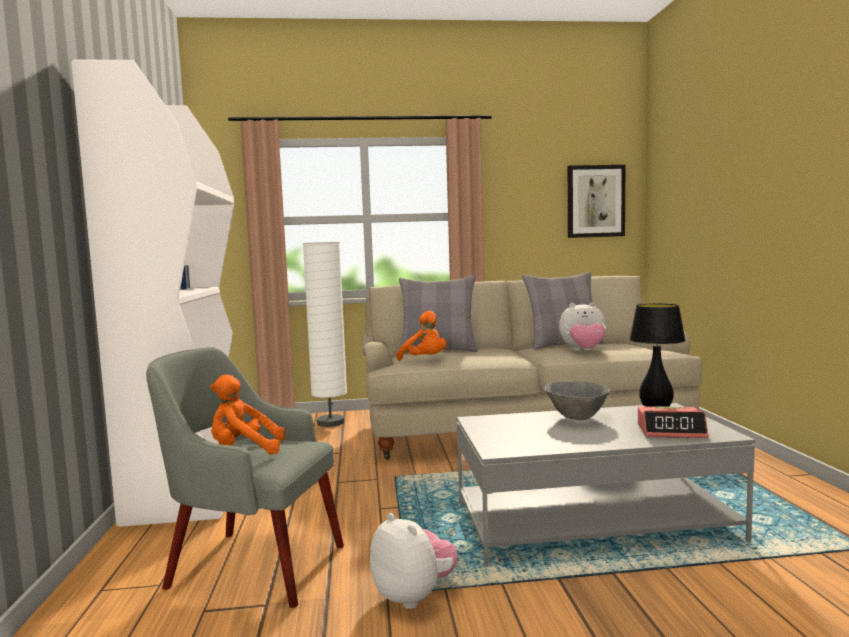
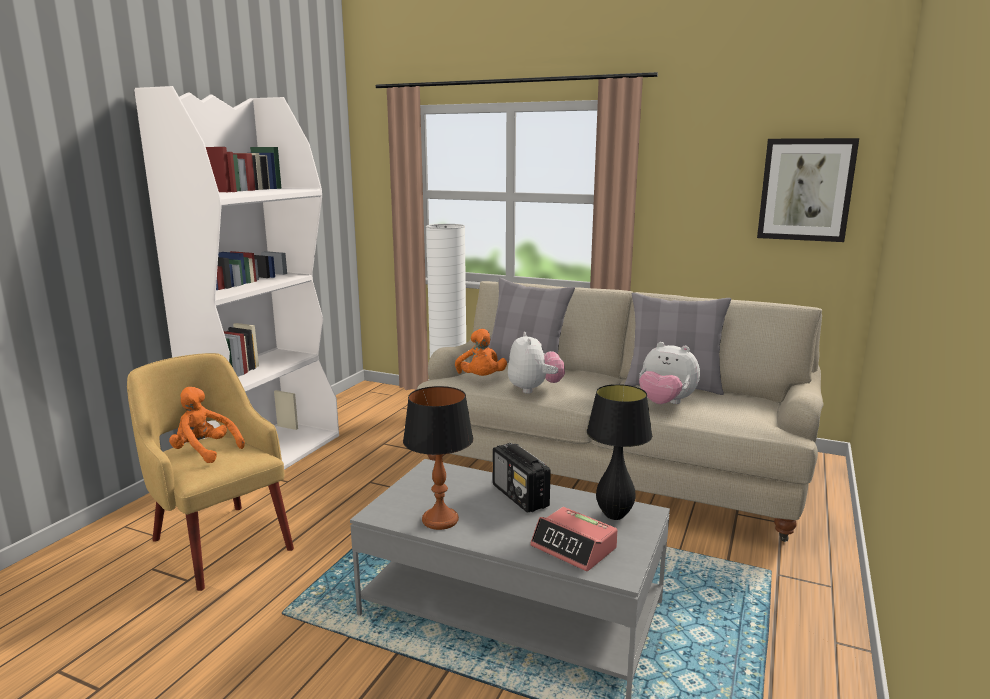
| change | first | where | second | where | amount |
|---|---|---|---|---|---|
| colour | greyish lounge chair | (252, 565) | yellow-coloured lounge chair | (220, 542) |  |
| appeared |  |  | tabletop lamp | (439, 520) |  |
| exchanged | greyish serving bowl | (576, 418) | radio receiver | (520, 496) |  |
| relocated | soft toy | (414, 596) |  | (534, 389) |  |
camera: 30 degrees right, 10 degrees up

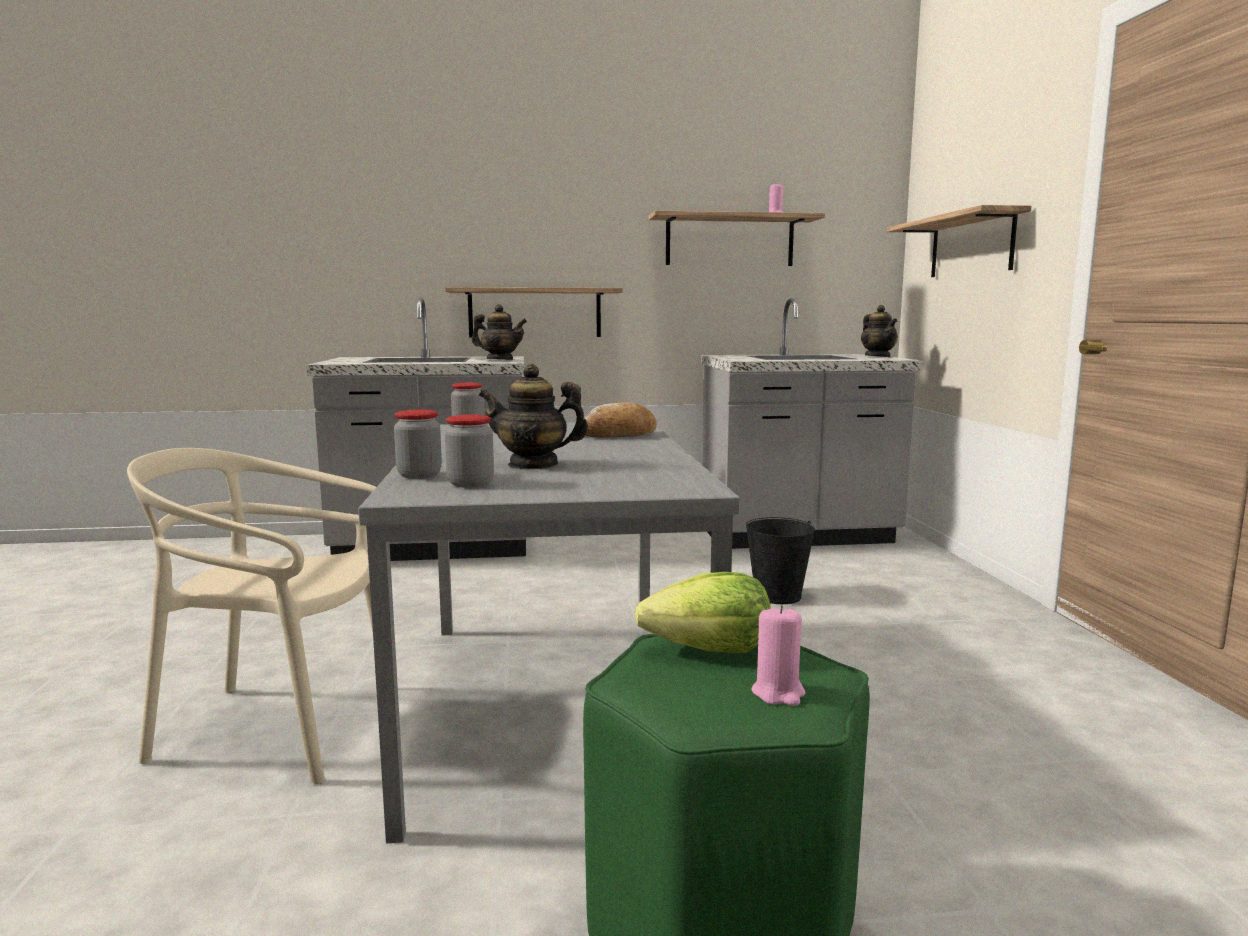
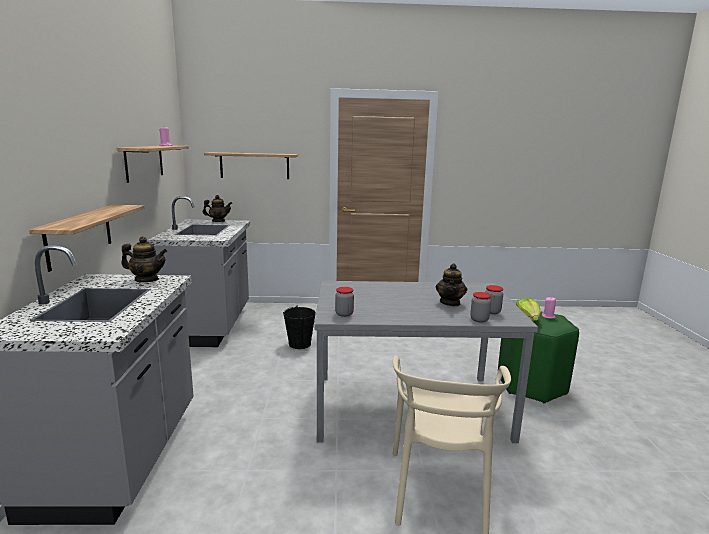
| change | first | where | second | where | amount |
|---|---|---|---|---|---|
| spun | tea pot | (500, 360) |  | (146, 280) | 75 degrees clockwise |
| missing | baked bread | (618, 435) |  |  |  |
camera: 85 degrees left, 5 degrees up

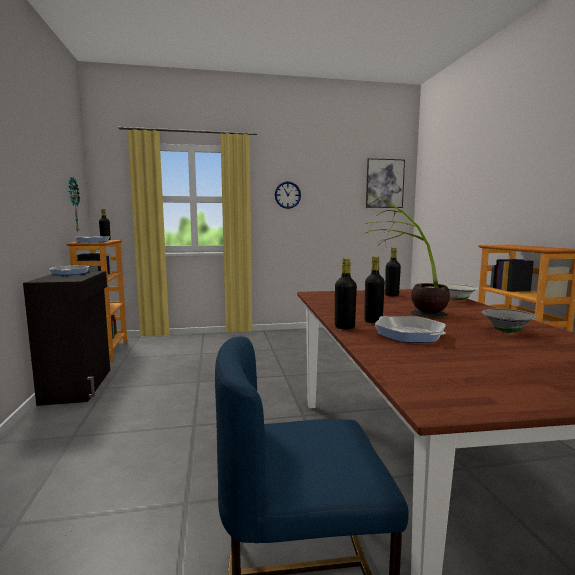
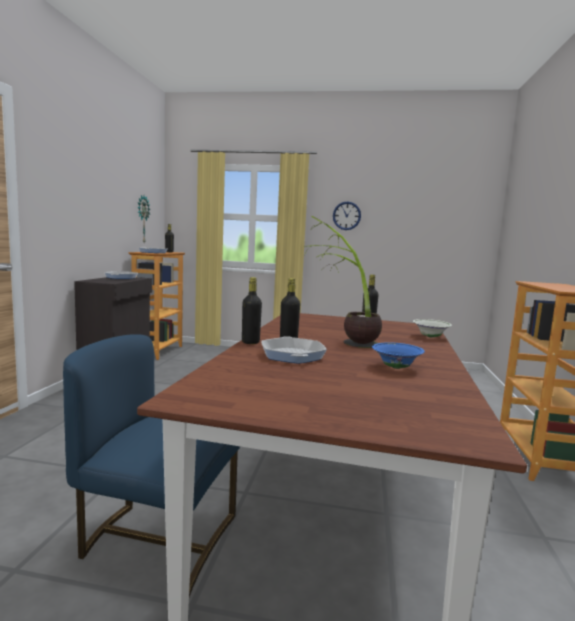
| change | first | where | second | where | amount |
|---|---|---|---|---|---|
| colour | greyish serving bowl | (507, 332) | bluish serving bowl | (396, 367) |  |
| missing | wall art | (384, 183) |  |  |  |
camera: 20 degrees right, 0 degrees up

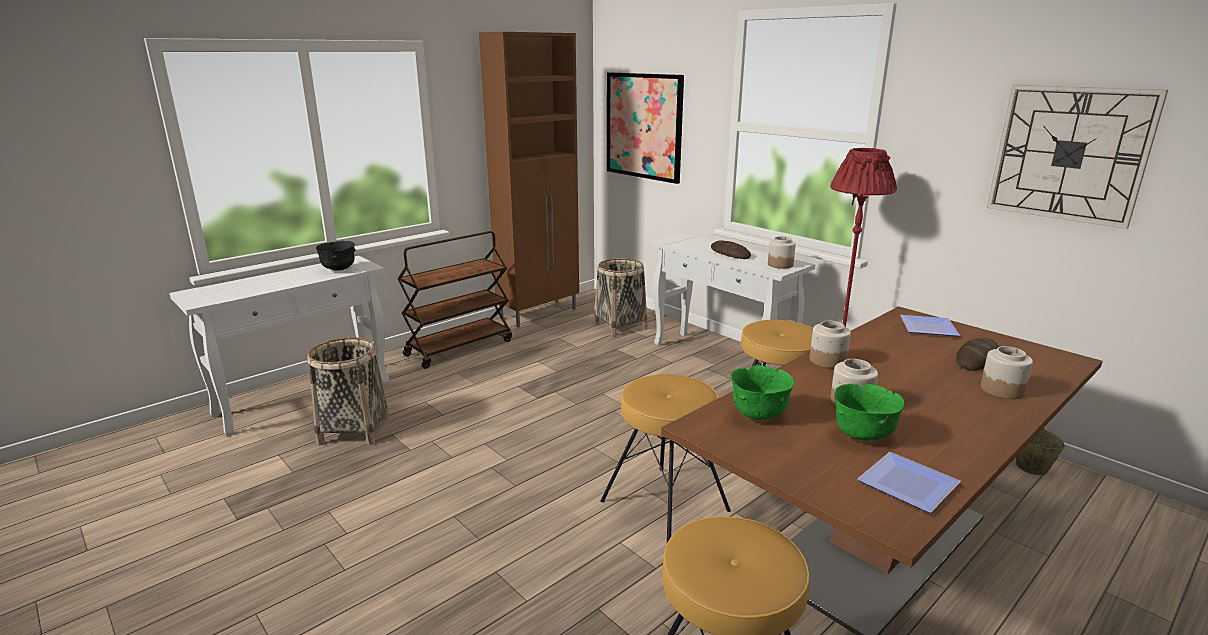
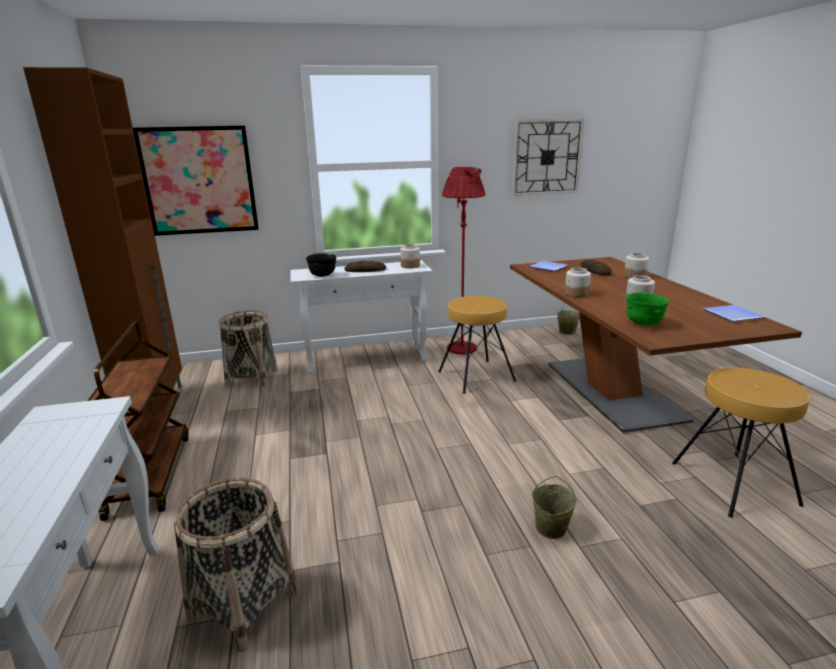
| change | first | where | second | where | amount |
|---|---|---|---|---|---|
| relocated | blackish serving bowl | (339, 269) |  | (322, 276) |  |
| appeared |  |  | beige-coloured bucket | (550, 528) |  |
| missing | brownish stool | (665, 505) |  |  |  |
| missing | green serving bowl | (862, 435) |  |  |  |
camera: 60 degrees left, 0 degrees up

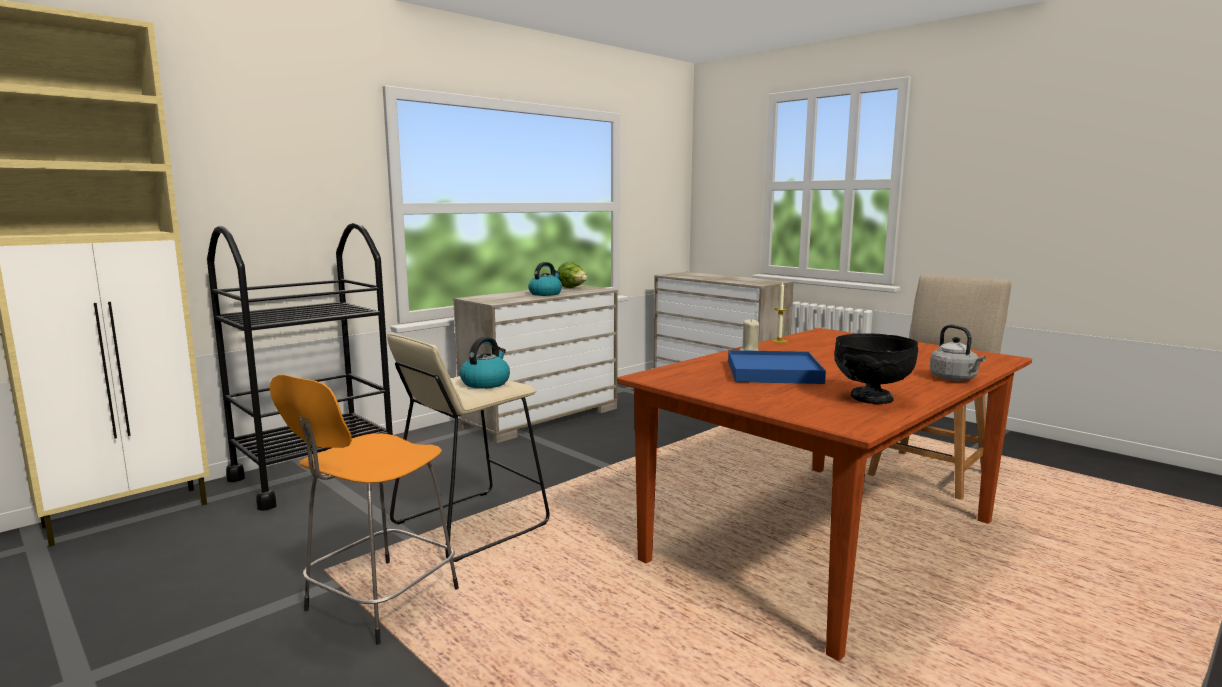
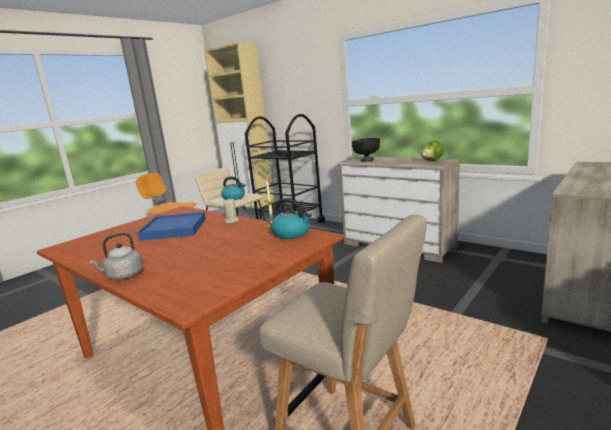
| change | first | where | second | where | amount |
|---|---|---|---|---|---|
| relocated | water kettle | (545, 294) |  | (292, 234) |  |
| relocated | blackish serving bowl | (870, 398) |  | (366, 160) |  |
camera: 85 degrees right, 5 degrees up

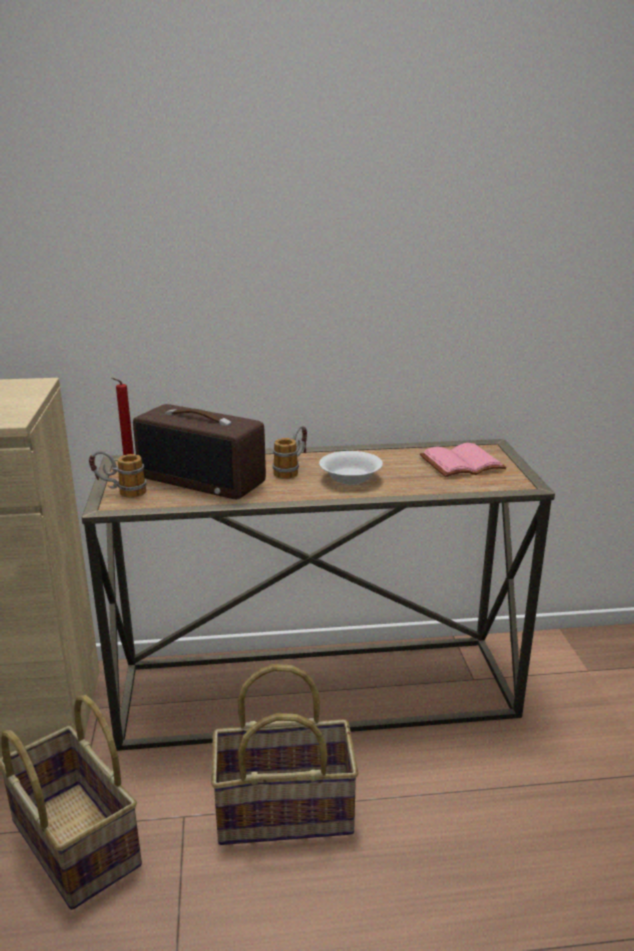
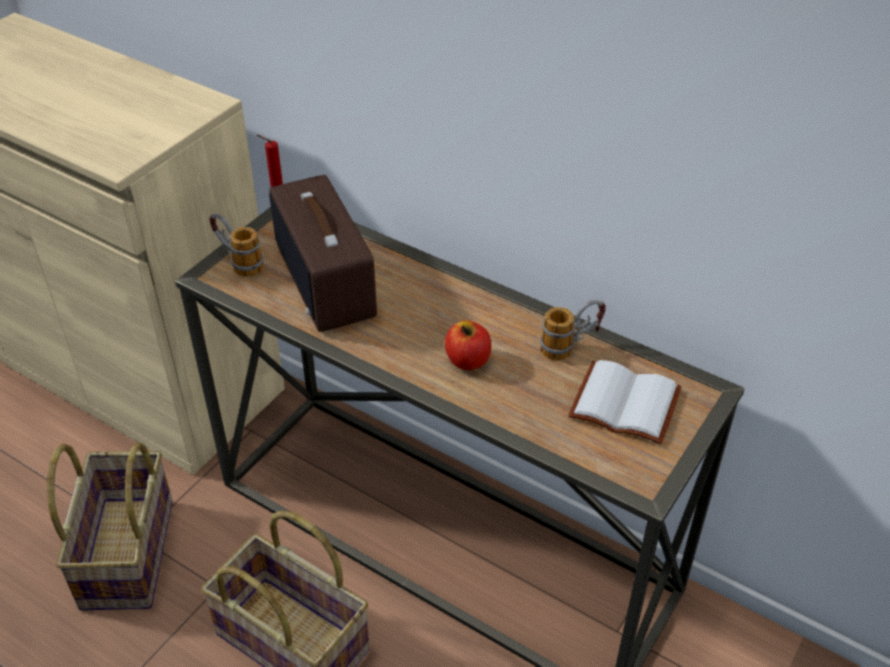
| change | first | where | second | where | amount |
|---|---|---|---|---|---|
| exchanged | white serving bowl | (351, 479) | apple fruit | (468, 360) |  |
| relocated | coffee mug | (292, 470) |  | (570, 346) |  |
| colour | pinkish bound book | (461, 464) | white bound book | (622, 405) |  |
camera: 40 degrees right, 20 degrees up

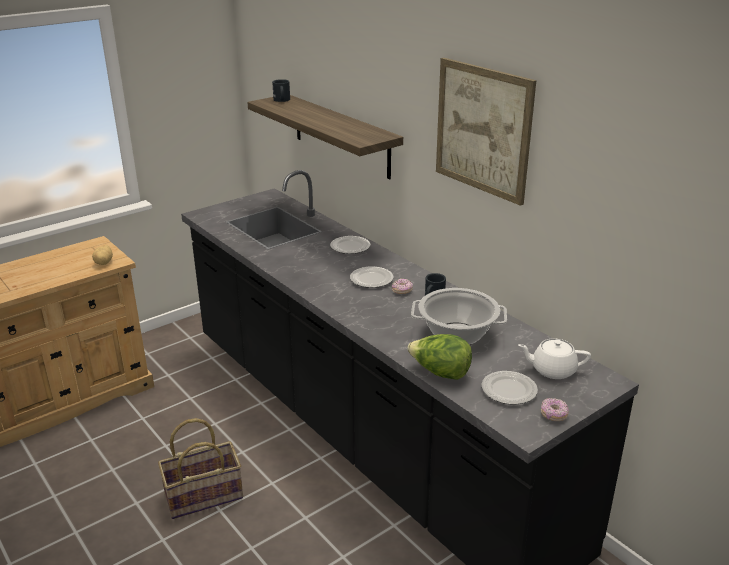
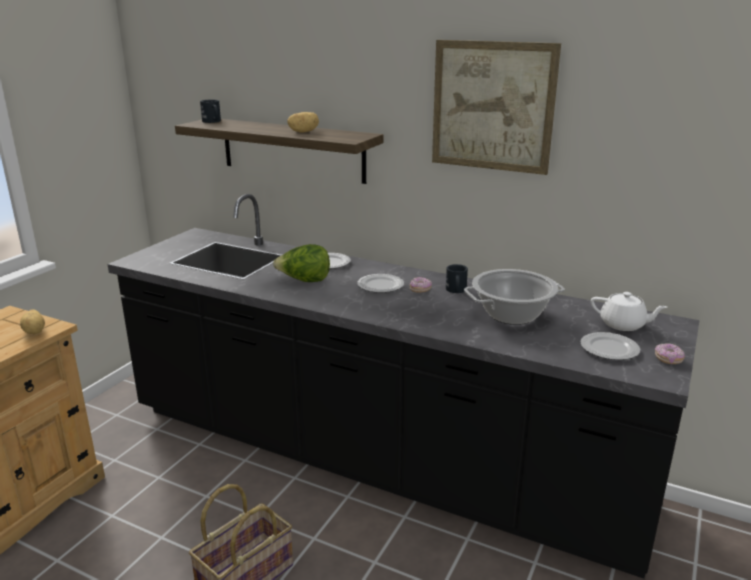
| change | first | where | second | where | amount |
|---|---|---|---|---|---|
| relocated | lettuce head | (440, 373) |  | (304, 281) |  |
| appeared |  |  | whole potato | (303, 132) |  |
| spun | white tea pot | (552, 370) |  | (623, 325) | 135 degrees counterclockwise |
camera: 25 degrees left, 5 degrees down

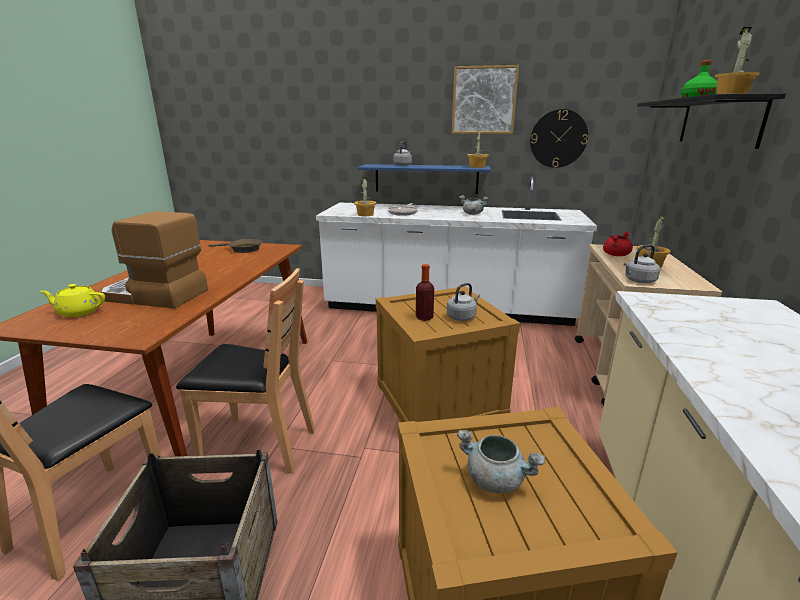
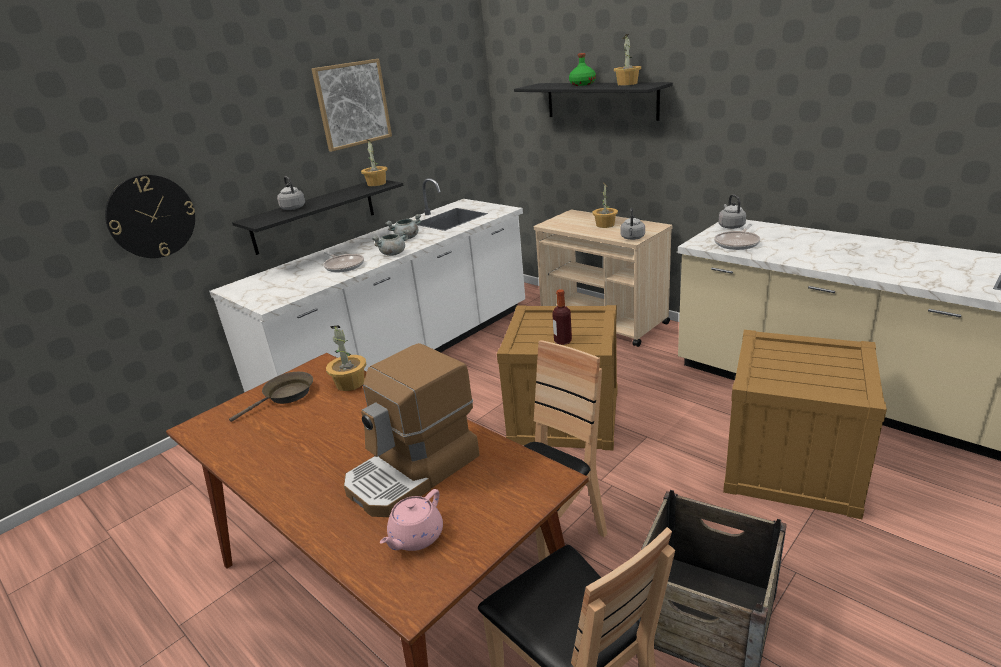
| change | first | where | second | where | amount |
|---|---|---|---|---|---|
| relocated | wall clock | (558, 139) |  | (151, 216) |  |
| colour | bluish bracket shelf | (426, 178) | blackish bracket shelf | (314, 216) |  |
| relocated | houseplant | (365, 214) |  | (350, 383) |  |
| relocated | greyish saucepot | (496, 479) |  | (393, 253) |  |
| colour | yellow-coloured tea pot | (78, 312) | pinkish tea pot | (415, 537) |  |
| appeared |  |  | frying pan | (737, 243) |  |
| relocated | greyish water kettle | (462, 317) |  | (730, 226) |  |
| missing | red saucepot | (615, 255) |  |  |  |
camera: 55 degrees left, 5 degrees up

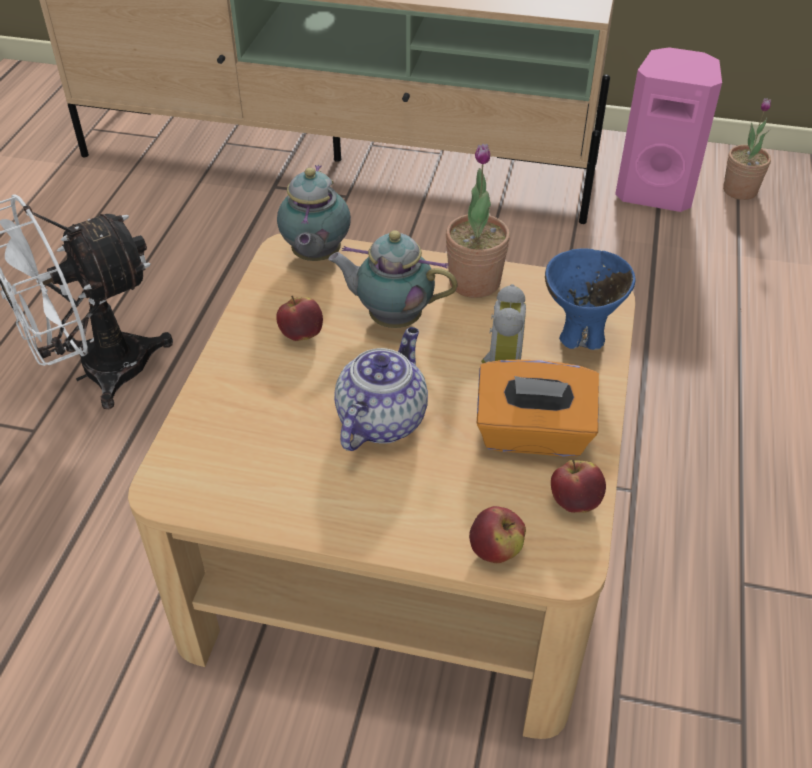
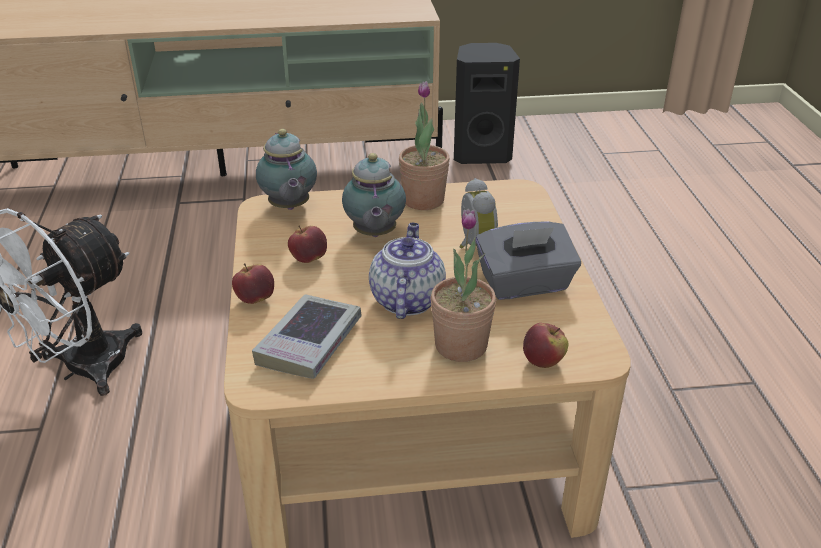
| change | first | where | second | where | amount |
|---|---|---|---|---|---|
| relocated | apple fruit | (574, 502) |  | (255, 299) |  |
| appeared |  |  | bound book | (309, 342) |  |
| spun | tea pot | (391, 318) |  | (374, 234) | 90 degrees counterclockwise |
| relocated | houseplant | (740, 190) |  | (461, 345) |  |
| colour | pinkish speaker | (655, 192) | blackish speaker | (481, 154) |  |
| colour | orangey tissue box | (533, 435) | greyish tissue box | (525, 284) |  |
| missing | bluish serving bowl | (580, 338) |  |  |  |
camera: 20 degrees left, 10 degrees down

